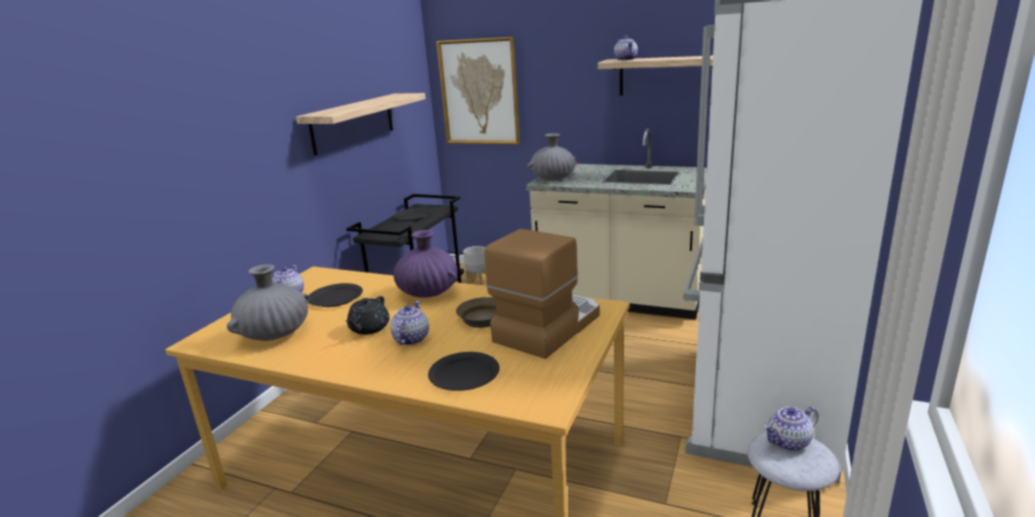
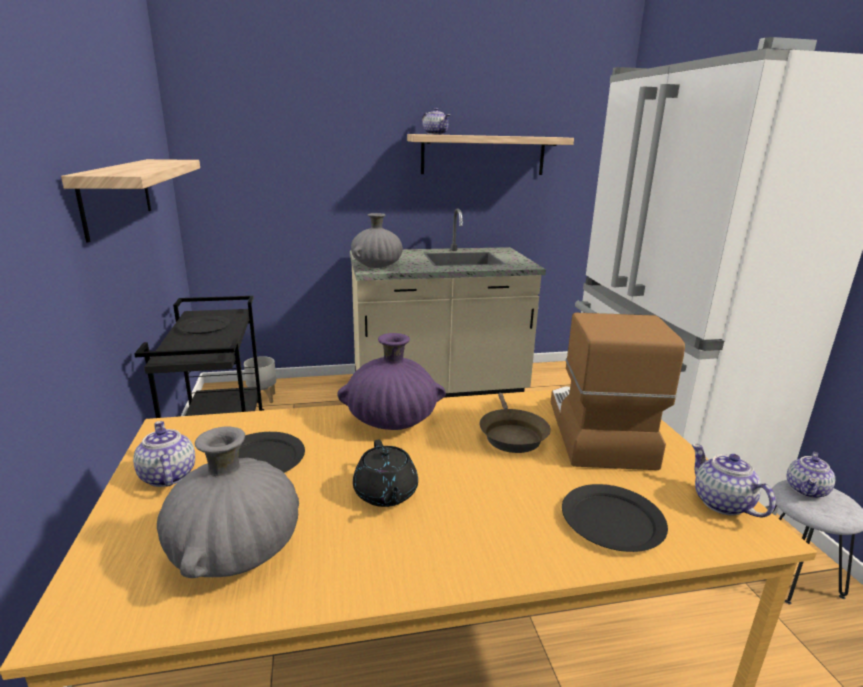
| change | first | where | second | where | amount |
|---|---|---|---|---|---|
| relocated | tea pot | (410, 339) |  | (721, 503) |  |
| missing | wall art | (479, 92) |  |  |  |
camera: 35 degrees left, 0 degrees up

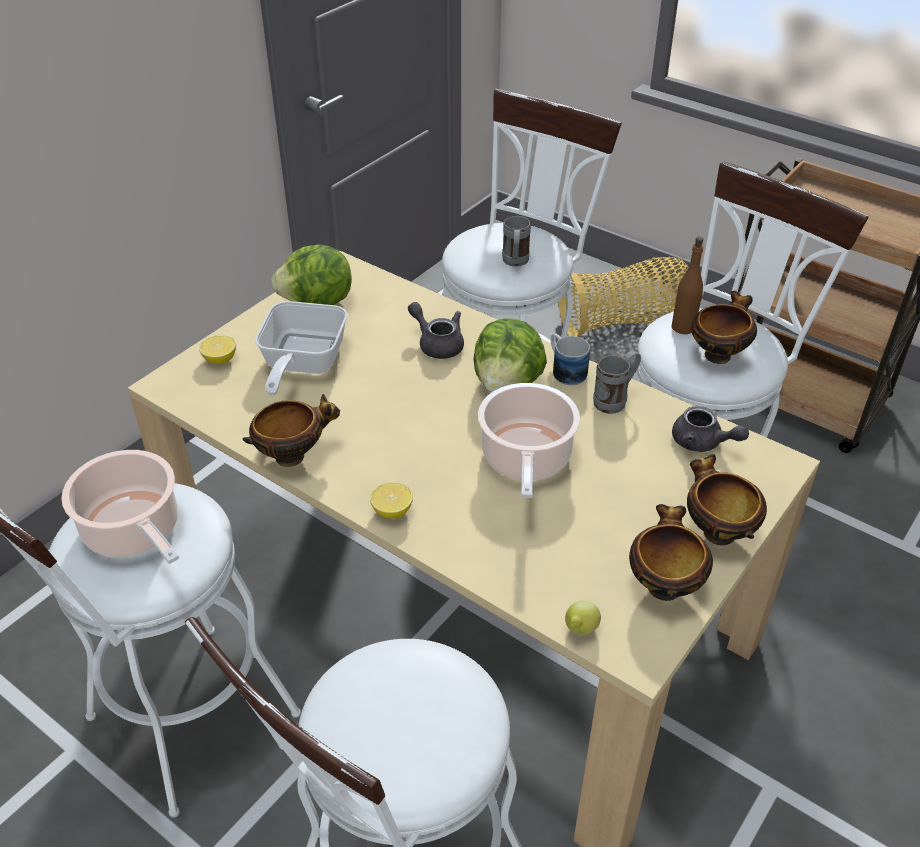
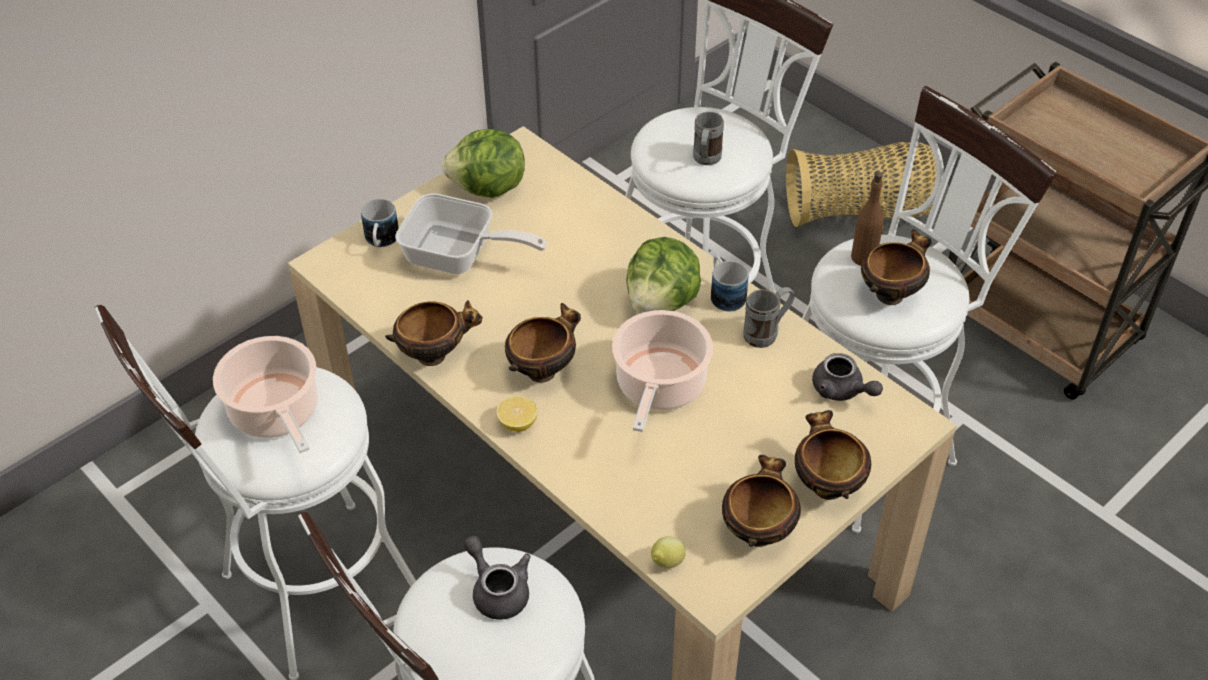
| change | first | where | second | where | amount |
|---|---|---|---|---|---|
| exchanged | whole lemon | (220, 359) | coffee mug | (381, 241) |  |
| spun | frying pan | (300, 364) |  | (459, 256) | 90 degrees counterclockwise |
| relocated | greyish tea pot | (437, 344) |  | (497, 590) |  |
| appeared |  |  | serving bowl | (543, 369) |  |
camera: 10 degrees right, 5 degrees up

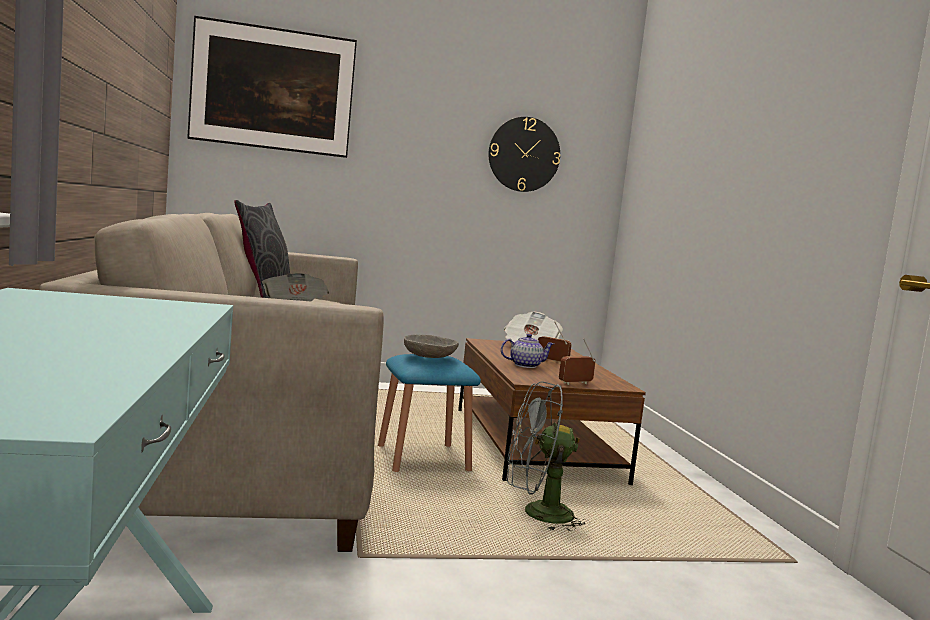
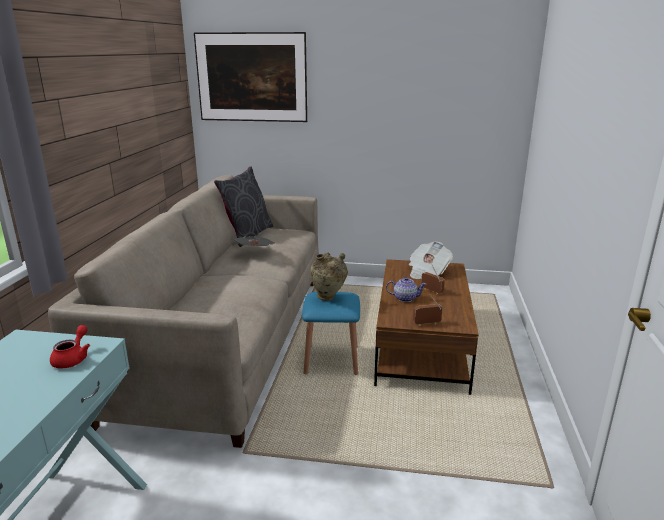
| change | first | where | second | where | amount |
|---|---|---|---|---|---|
| appeared |  |  | red tea pot | (73, 358) |  |
| exchanged | greyish serving bowl | (429, 357) | beige-coloured vase | (328, 298) |  |
| missing | wall clock | (524, 154) |  |  |  |
| missing | greyish fan | (537, 514) |  |  |  |
camera: 20 degrees right, 15 degrees up

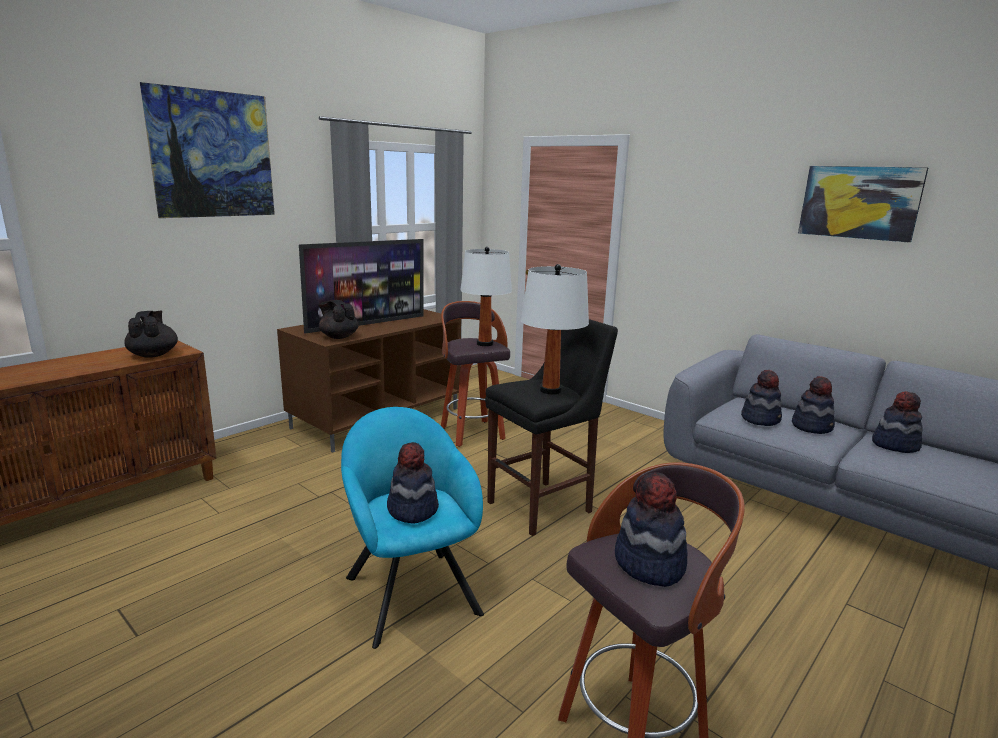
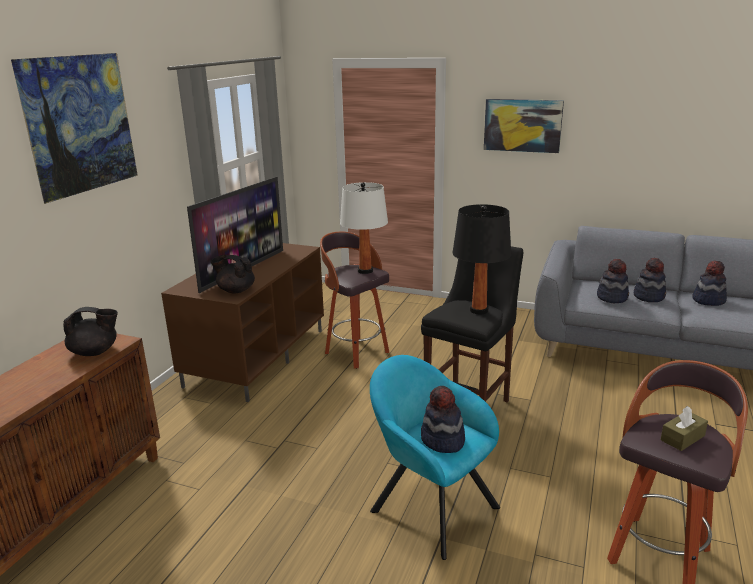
| change | first | where | second | where | amount |
|---|---|---|---|---|---|
| spun | blackish tea pot | (153, 355) |  | (95, 352) | 120 degrees clockwise |
| colour | white tabletop lamp | (550, 390) | blackish tabletop lamp | (478, 310) |  |
| relocated | wall art | (859, 202) |  | (522, 125) |  |
| exchanged | clothing hat | (649, 564) | brownish tissue box | (682, 438) |  |
camera: 20 degrees left, 5 degrees up

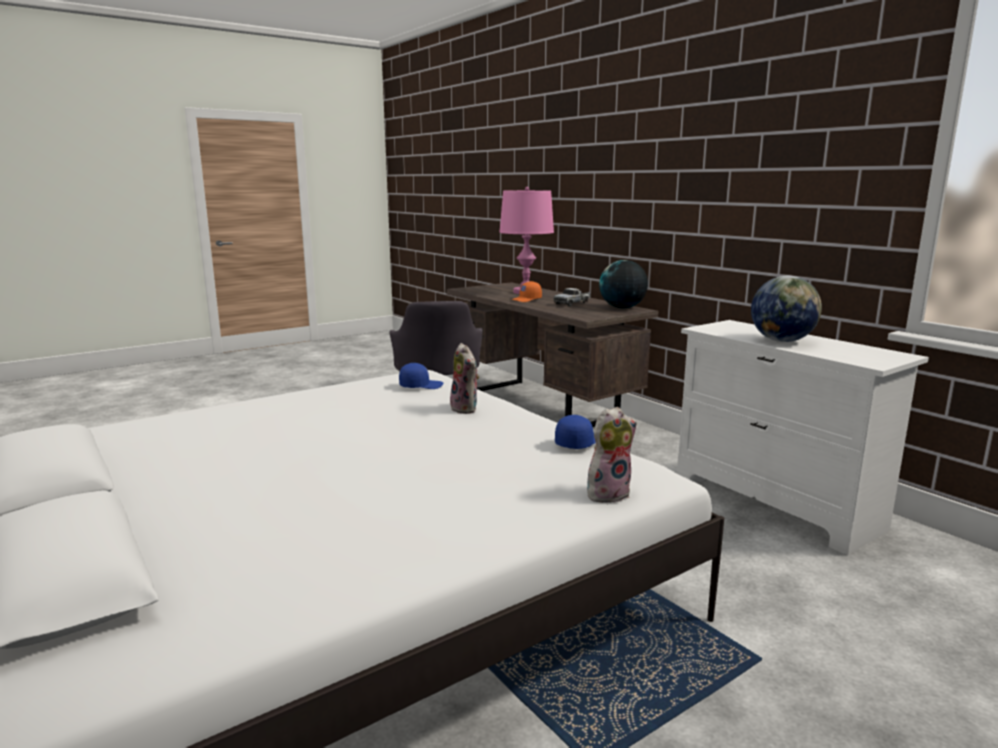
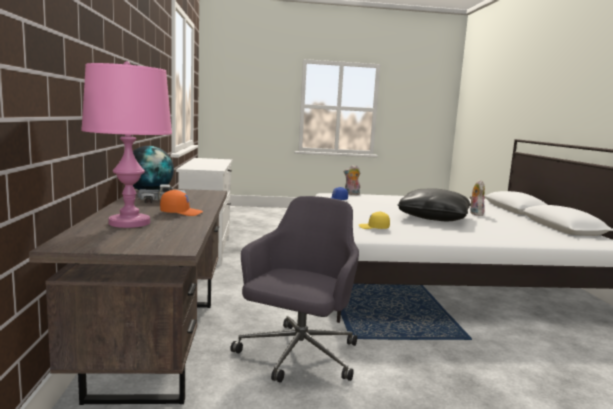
| change | first | where | second | where | amount |
|---|---|---|---|---|---|
| colour | bluish baseball cap | (421, 386) | yellow-coloured baseball cap | (373, 228) |  |
| appeared |  |  | blackish throw pillow | (433, 218) |  |
| relocated | soft toy | (466, 409) |  | (475, 214) |  |
| missing | desk globe | (782, 341) |  |  |  |
camera: 150 degrees left, 5 degrees down

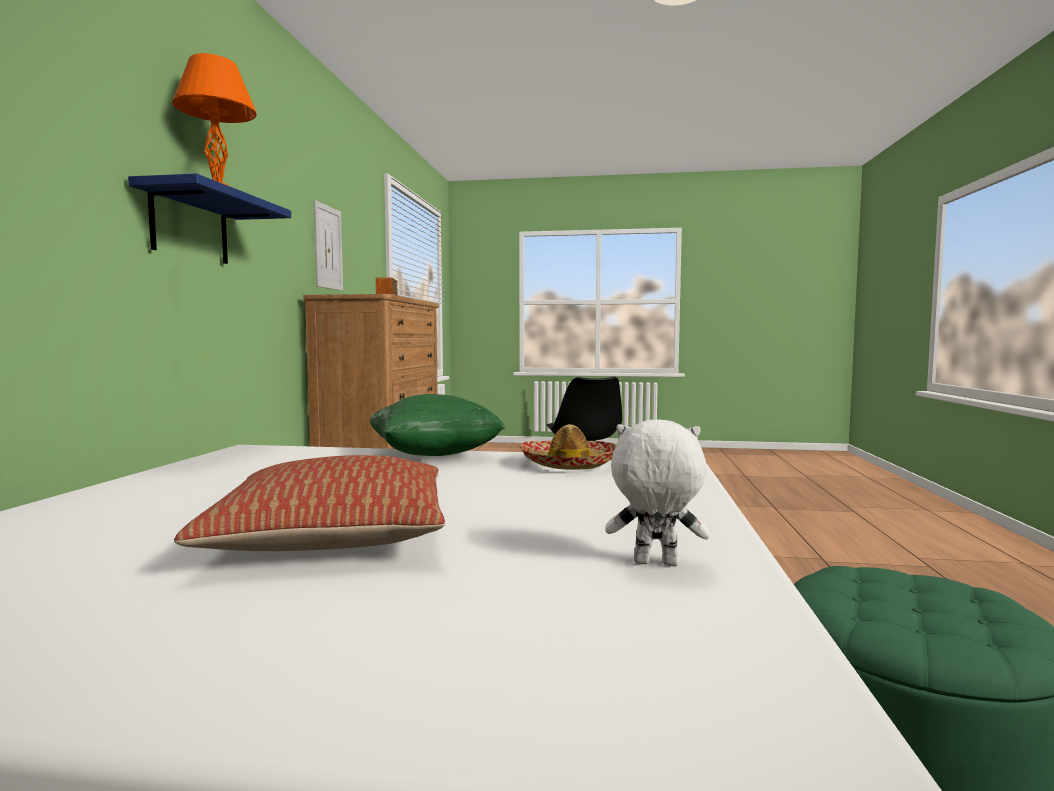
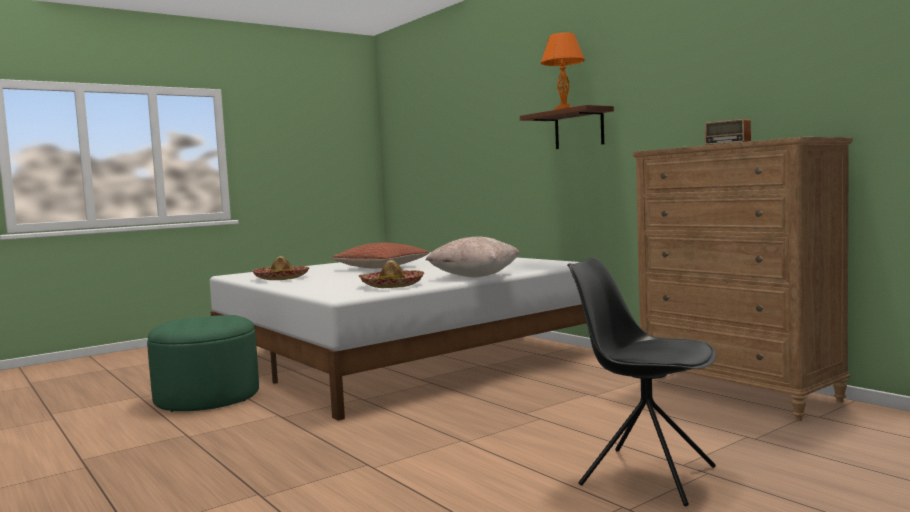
| change | first | where | second | where | amount |
|---|---|---|---|---|---|
| exchanged | white soft toy | (655, 564) | clothing hat | (281, 278) |  |
| colour | green throw pillow | (434, 455) | beige-coloured throw pillow | (475, 276) |  |
| colour | bluish bracket shelf | (190, 227) | brownish bracket shelf | (579, 129) |  |
| missing | wall art | (328, 247) |  |  |  |
camera: 135 degrees right, 0 degrees up

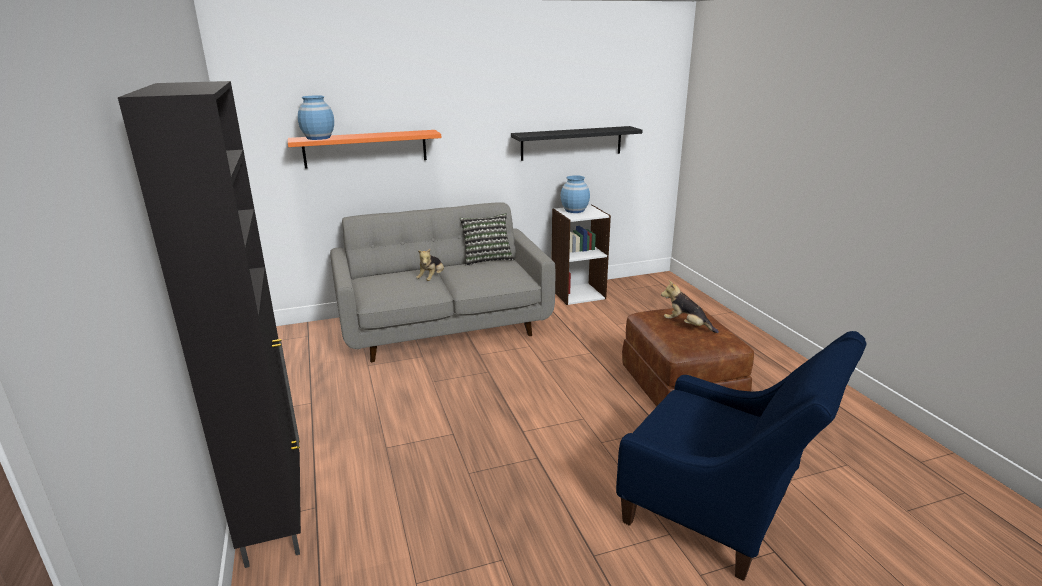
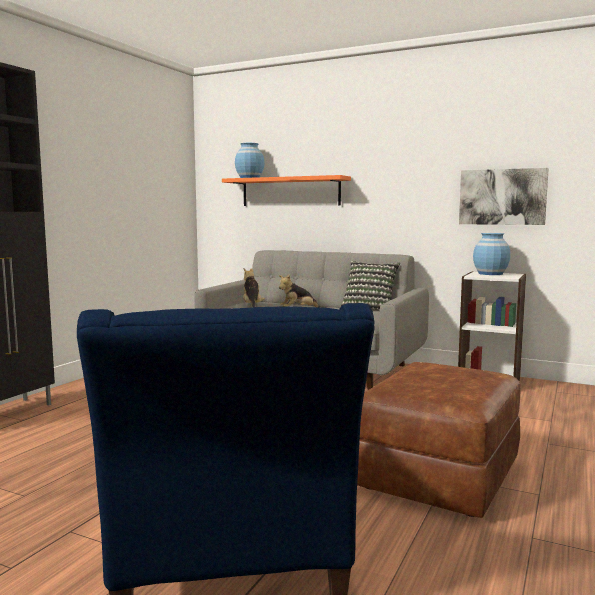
| change | first | where | second | where | amount |
|---|---|---|---|---|---|
| relocated | soft toy | (686, 325) |  | (252, 306) |  |
| exchanged | blackish bracket shelf | (571, 143) | wall art | (502, 197) |  |
camera: 45 degrees right, 15 degrees down

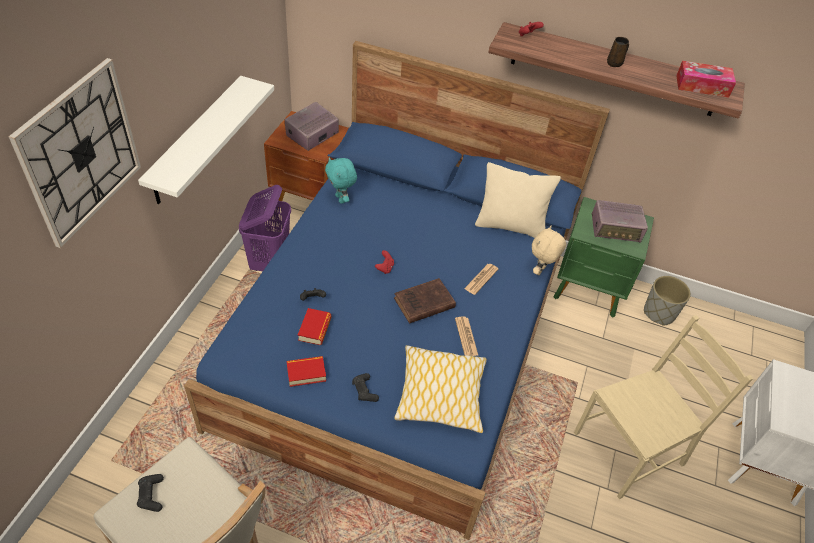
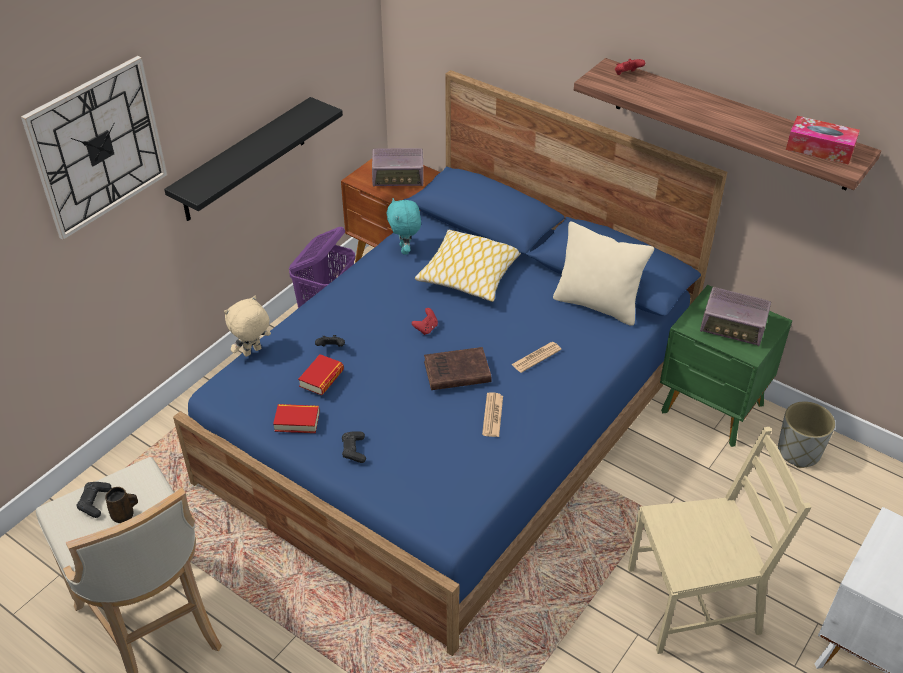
| change | first | where | second | where | amount |
|---|---|---|---|---|---|
| relocated | brownish coffee mug | (615, 63) |  | (124, 515) |  |
| colour | white bracket shelf | (196, 140) | blackish bracket shelf | (244, 160) |  |
| relocated | beige-coloured soft toy | (541, 271) |  | (252, 352) |  |
| spun | radio receiver | (312, 135) |  | (398, 177) | 150 degrees counterclockwise |
| relocated | throw pillow | (441, 395) |  | (469, 275) |  |
camera: 20 degrees right, 5 degrees down

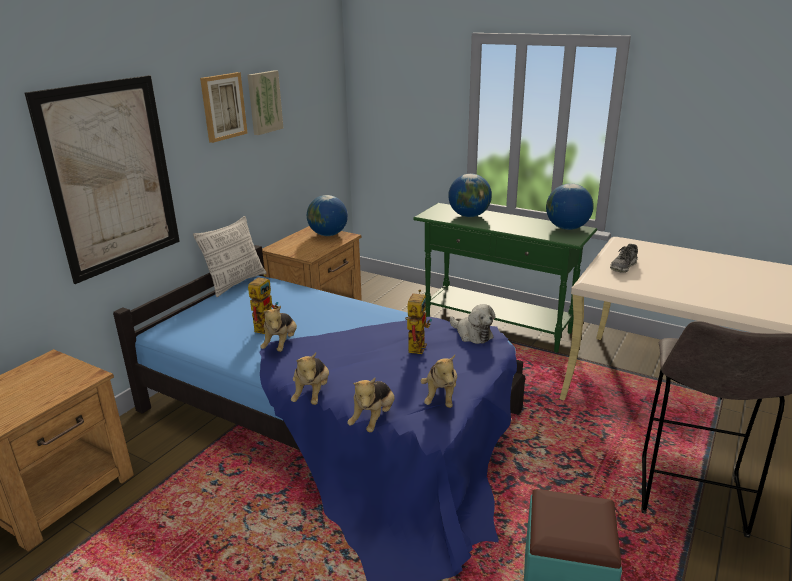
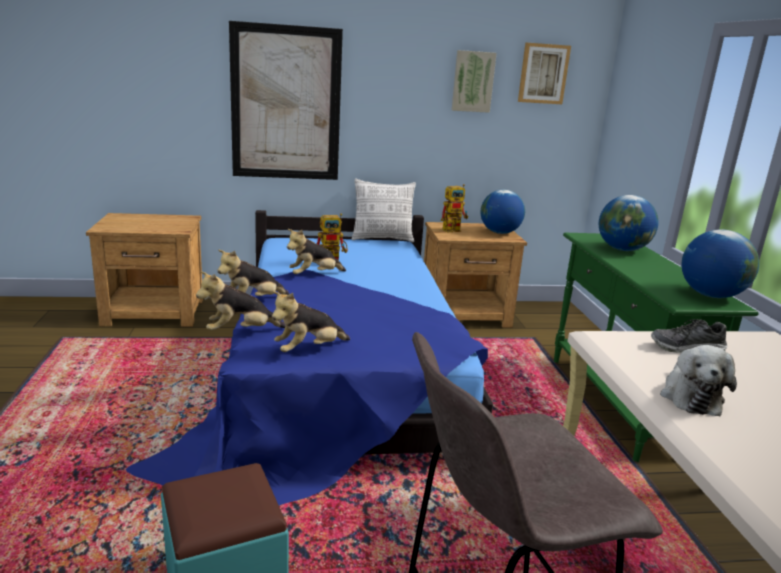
| change | first | where | second | where | amount |
|---|---|---|---|---|---|
| relocated | toy robot | (416, 345) |  | (454, 229) |  |
| relocated | wall art | (223, 106) |  | (543, 74) |  |
| relocated | soft toy | (472, 334) |  | (690, 396) |  |
camera: 50 degrees right, 5 degrees down

